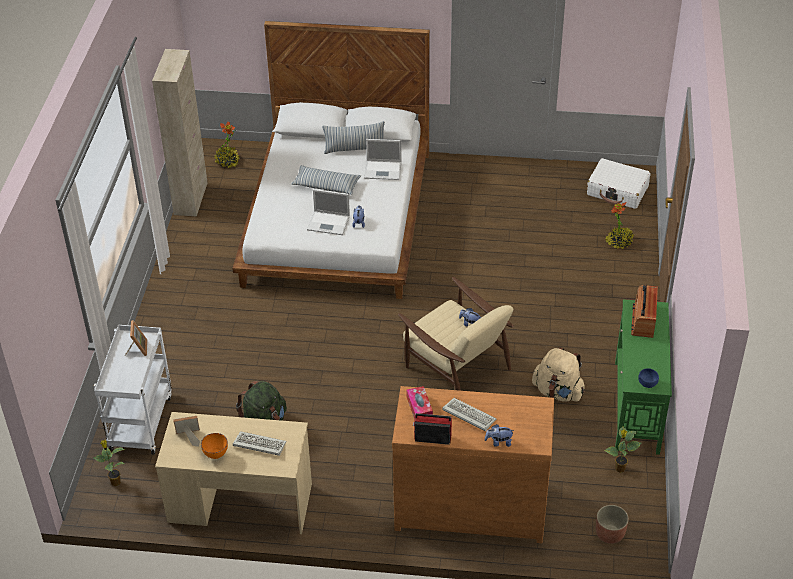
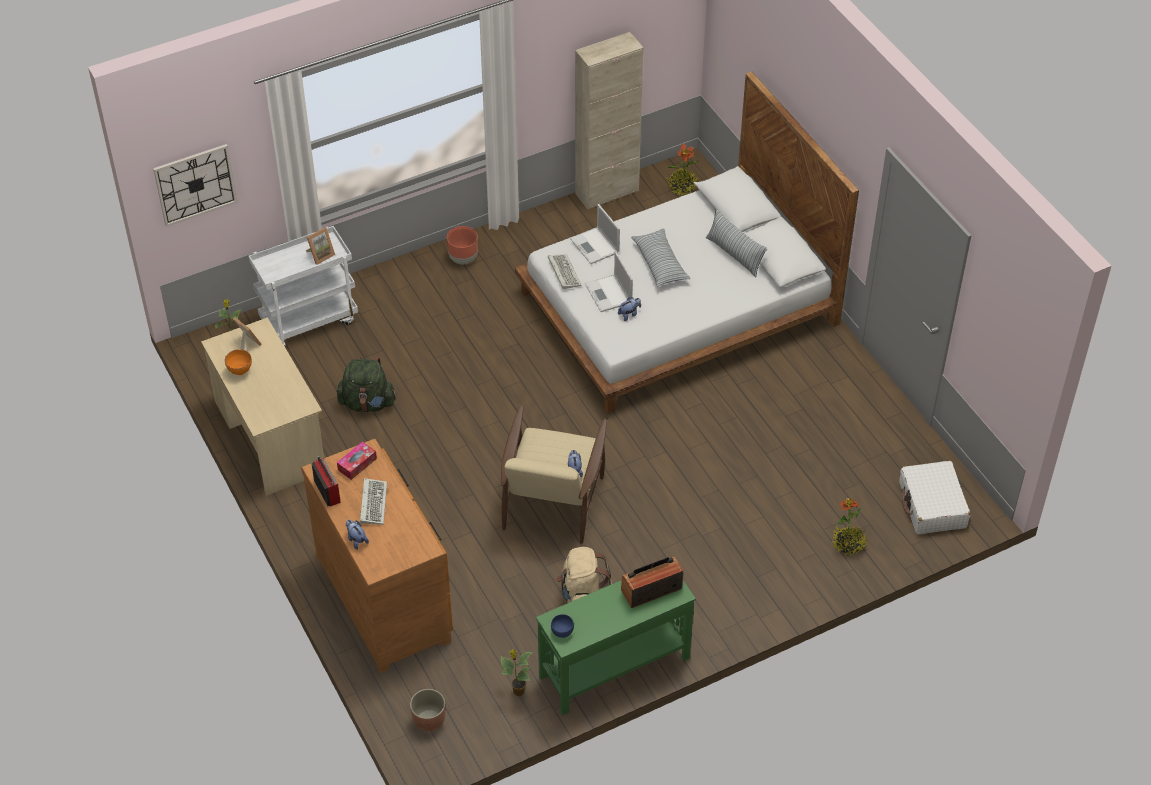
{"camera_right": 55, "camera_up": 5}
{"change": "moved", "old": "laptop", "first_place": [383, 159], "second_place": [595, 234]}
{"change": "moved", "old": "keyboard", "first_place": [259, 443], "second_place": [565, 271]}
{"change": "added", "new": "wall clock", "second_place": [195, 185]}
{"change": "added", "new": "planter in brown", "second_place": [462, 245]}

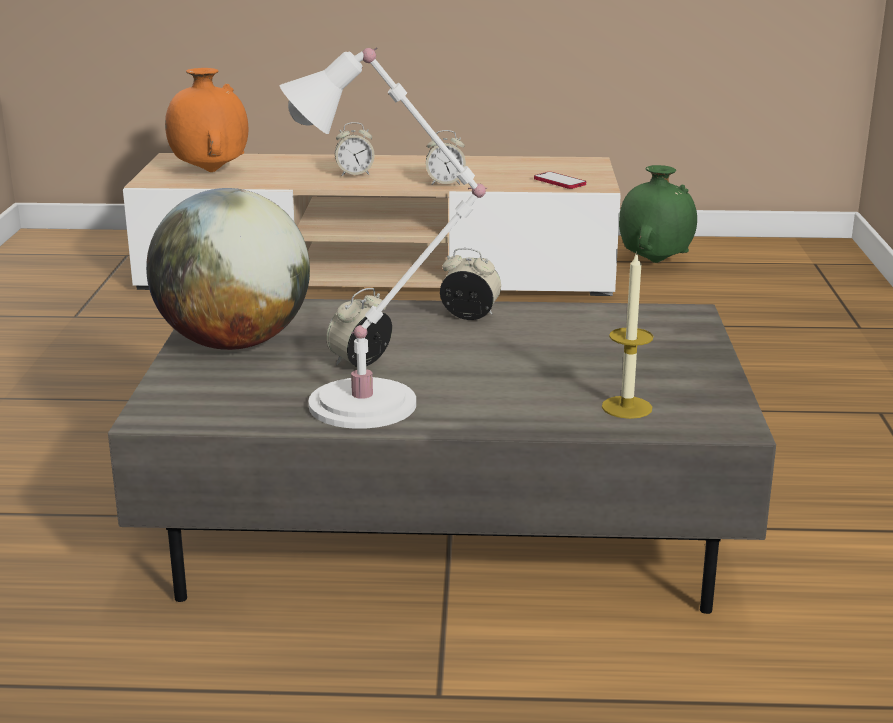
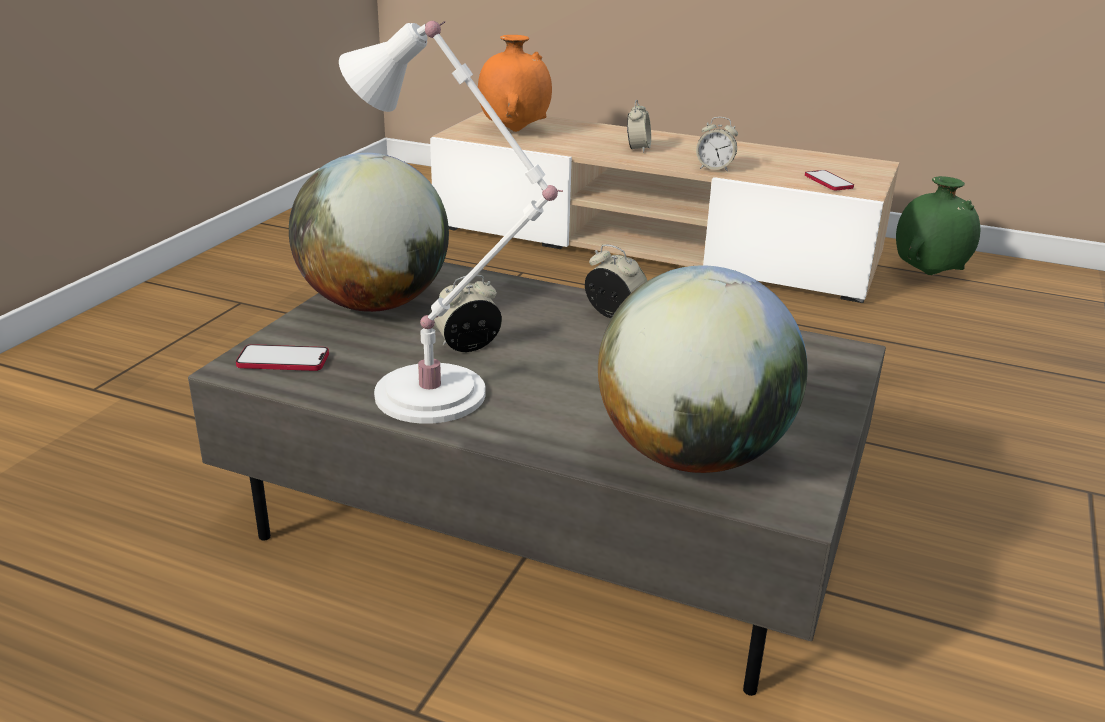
{"camera_right": 20, "camera_up": 5}
{"change": "turned", "old": "alarm clock", "first_place": [355, 149], "second_place": [639, 126], "degrees": -90}
{"change": "replaced", "old": "candle", "new": "globe", "first_place": [627, 335], "second_place": [702, 369]}
{"change": "added", "new": "phone", "second_place": [282, 357]}

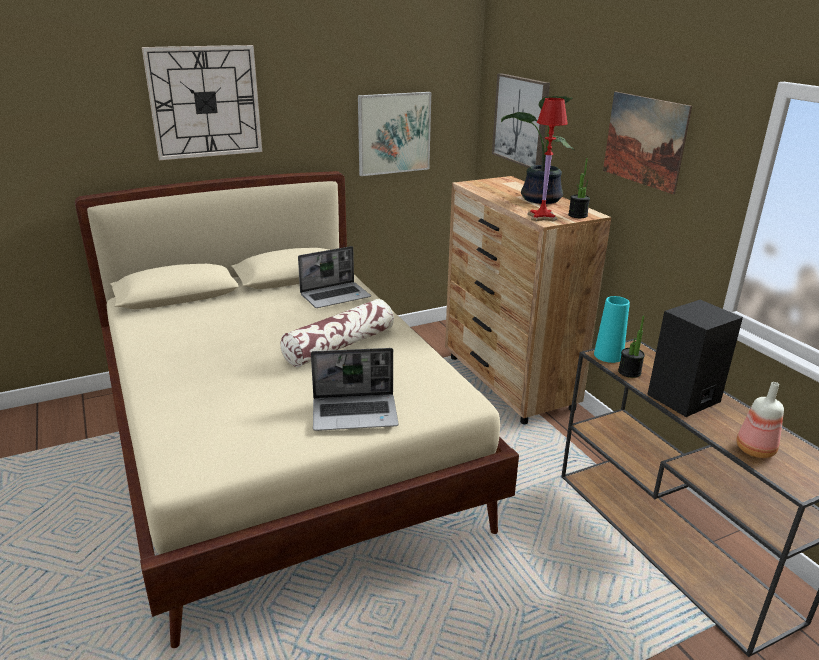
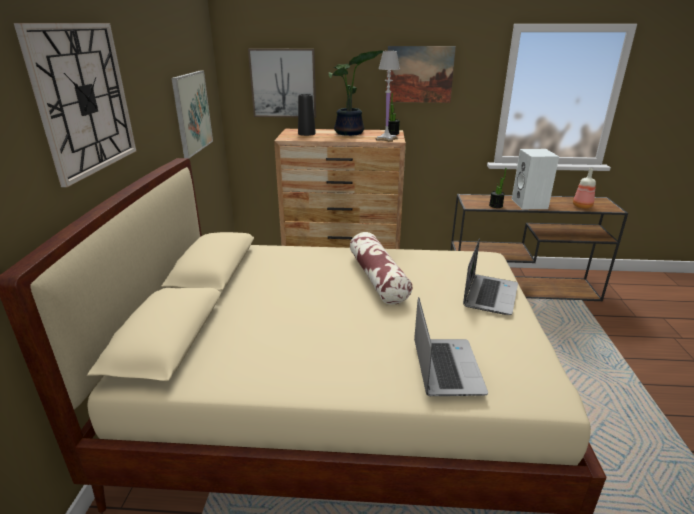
{"camera_right": -60, "camera_up": 0}
{"change": "recoloured", "old": "table lamp in red", "new": "table lamp in white", "first_place": [548, 160], "second_place": [387, 96]}
{"change": "moved", "old": "laptop", "first_place": [334, 277], "second_place": [451, 346]}
{"change": "removed", "old": "vase in turquoise", "first_place": [612, 329]}
{"change": "recoloured", "old": "speaker in black", "new": "speaker in white", "first_place": [695, 358], "second_place": [535, 179]}
{"change": "added", "new": "vase in black", "second_place": [307, 115]}

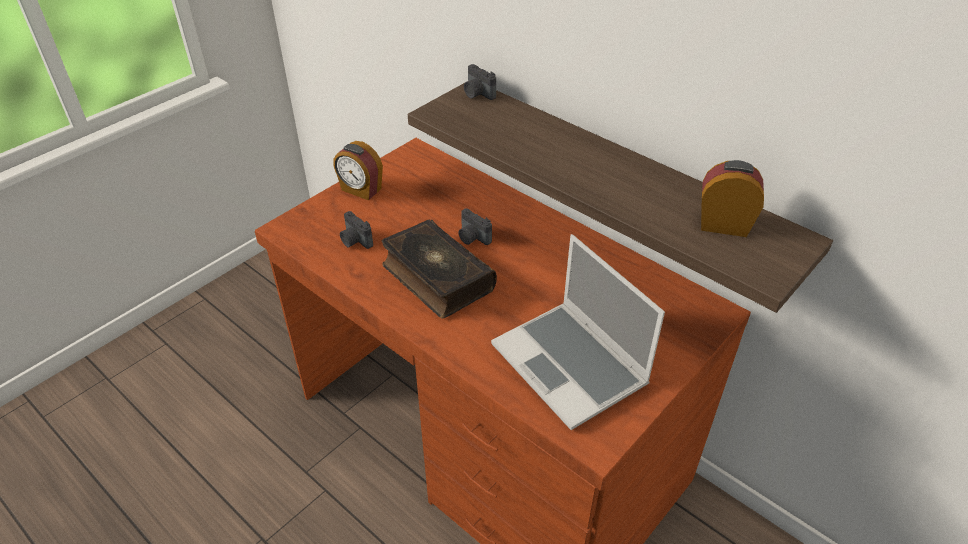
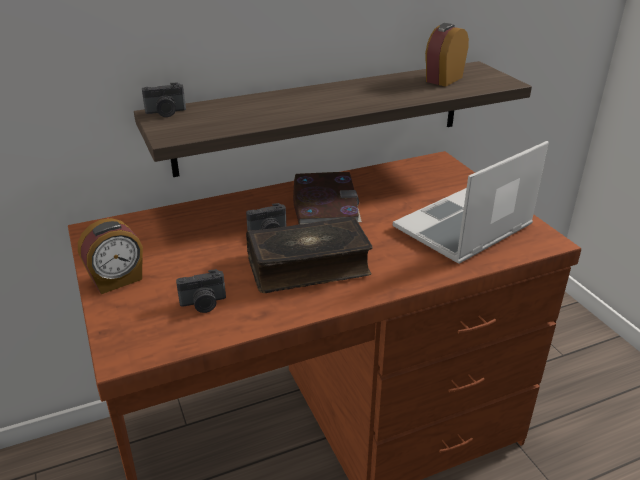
{"camera_right": -65, "camera_up": -10}
{"change": "turned", "old": "laptop", "first_place": [578, 332], "second_place": [471, 202], "degrees": 150}
{"change": "added", "new": "book", "second_place": [327, 198]}

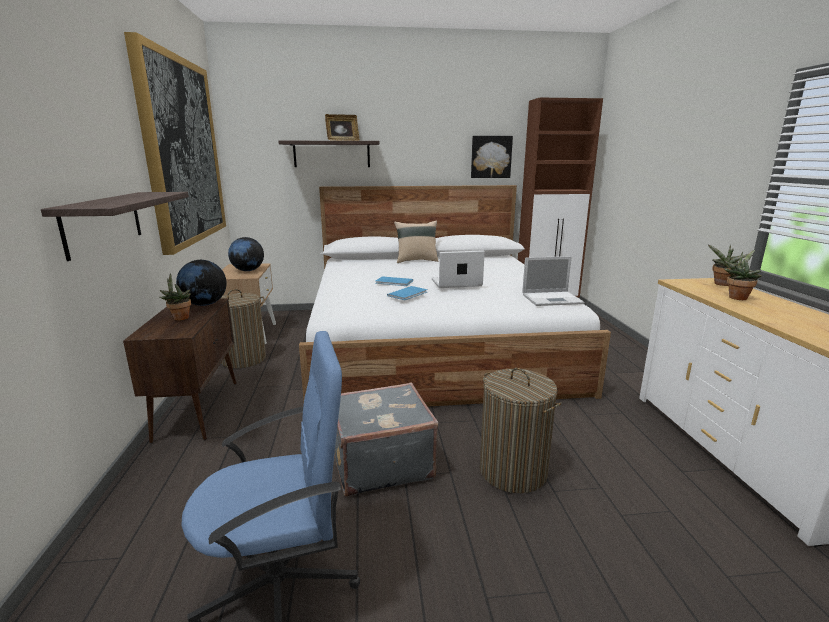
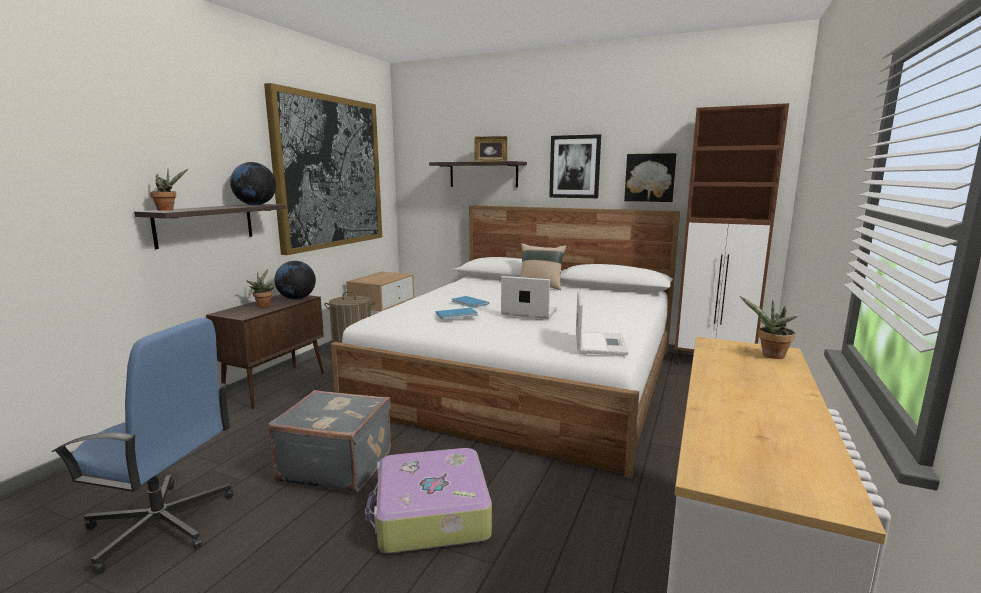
{"camera_right": 30, "camera_up": -5}
{"change": "moved", "old": "globe", "first_place": [246, 254], "second_place": [253, 183]}
{"change": "moved", "old": "potted plant", "first_place": [742, 275], "second_place": [169, 190]}
{"change": "turned", "old": "laptop", "first_place": [553, 281], "second_place": [602, 323], "degrees": -105}
{"change": "replaced", "old": "laundry basket", "new": "suitcase", "first_place": [521, 430], "second_place": [428, 500]}
{"change": "added", "new": "picture", "second_place": [575, 166]}

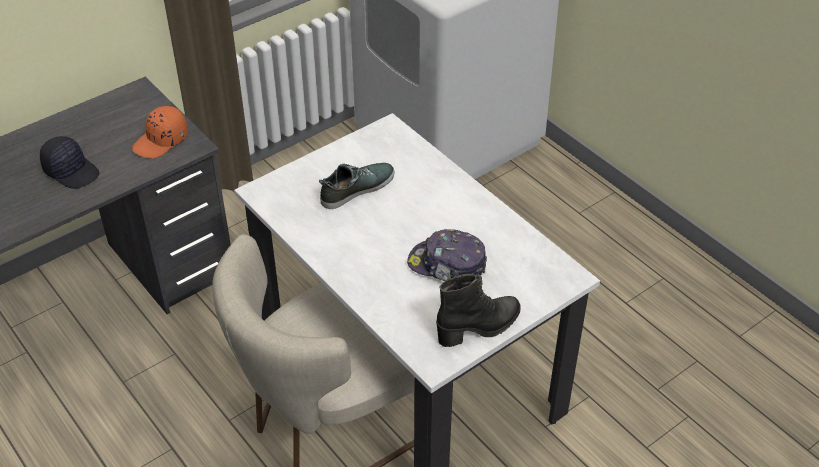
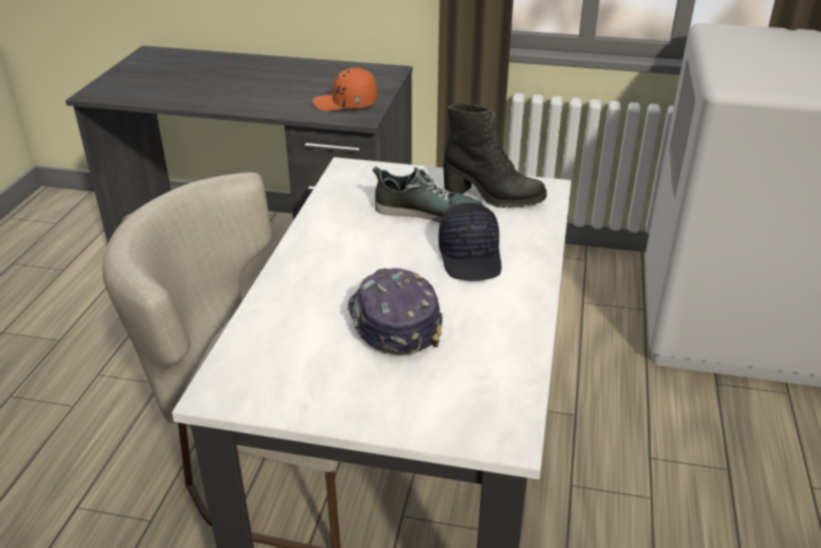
{"camera_right": 50, "camera_up": -10}
{"change": "moved", "old": "cap in black", "first_place": [69, 162], "second_place": [470, 242]}
{"change": "moved", "old": "boot in black", "first_place": [478, 310], "second_place": [495, 156]}

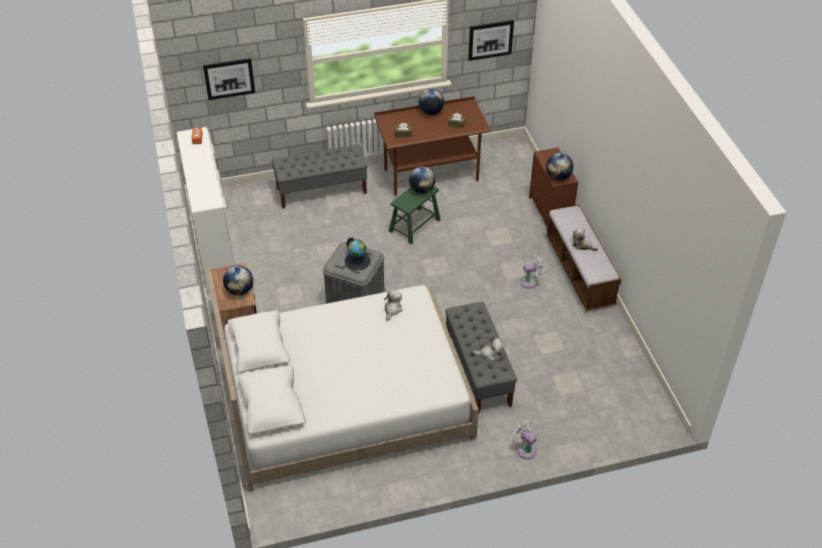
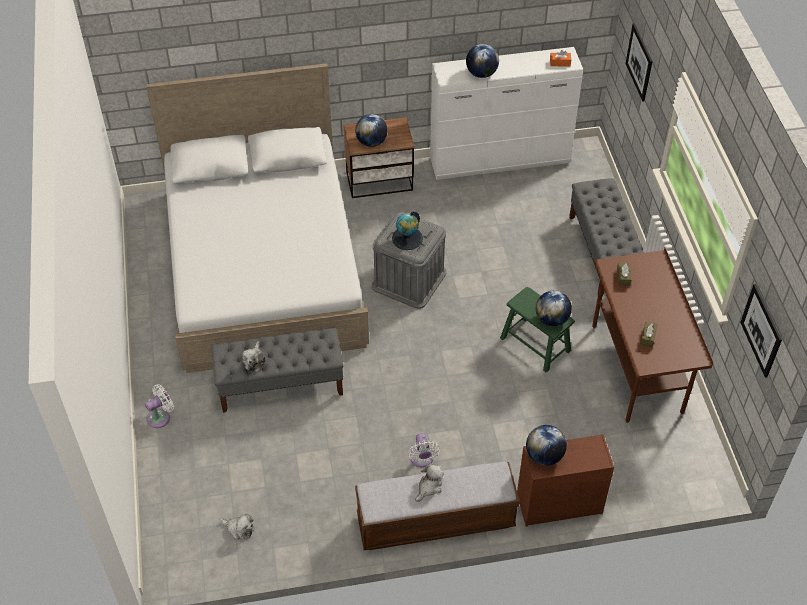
{"camera_right": 95, "camera_up": 5}
{"change": "moved", "old": "globe", "first_place": [431, 102], "second_place": [482, 61]}
{"change": "moved", "old": "plush toy", "first_place": [393, 305], "second_place": [237, 527]}

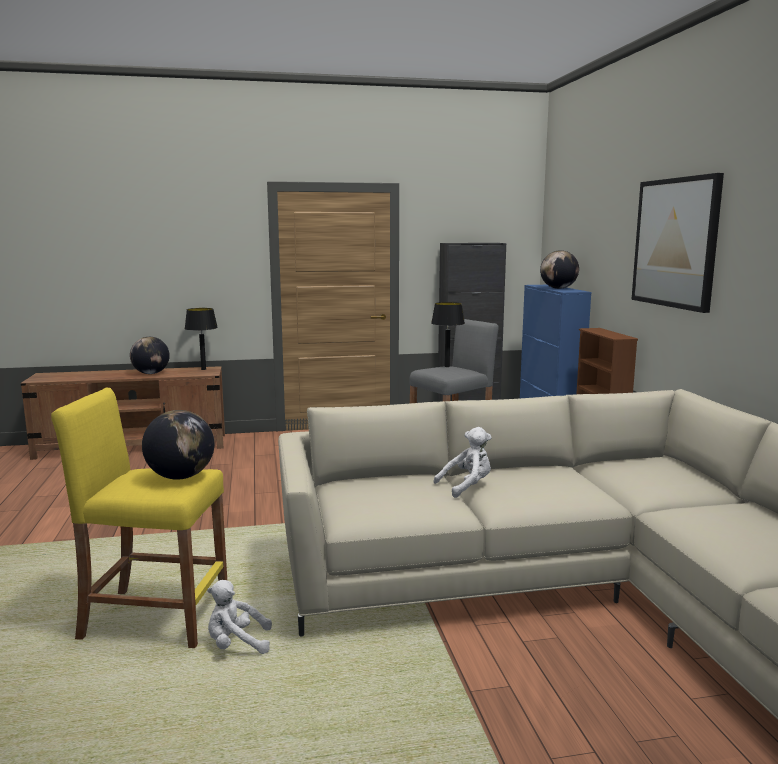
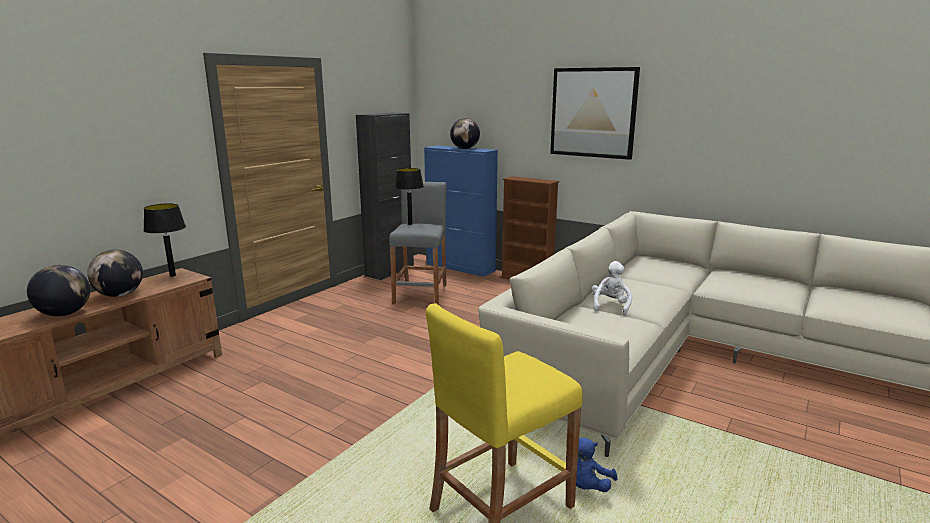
{"camera_right": -45, "camera_up": 5}
{"change": "moved", "old": "globe", "first_place": [178, 445], "second_place": [58, 290]}
{"change": "recoloured", "old": "plush toy in white", "new": "plush toy in blue", "first_place": [239, 617], "second_place": [596, 465]}

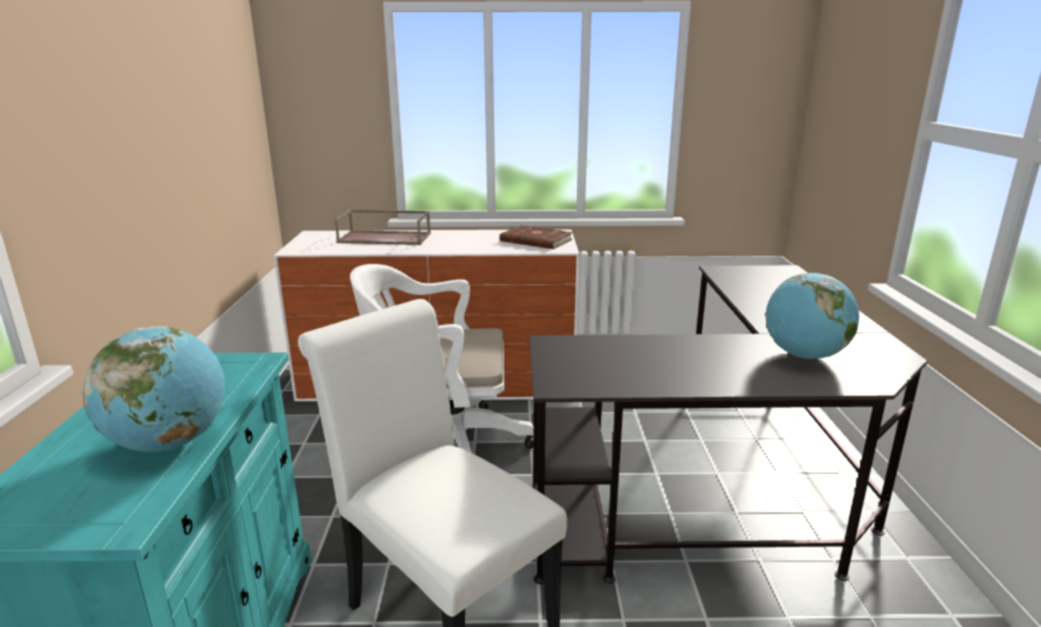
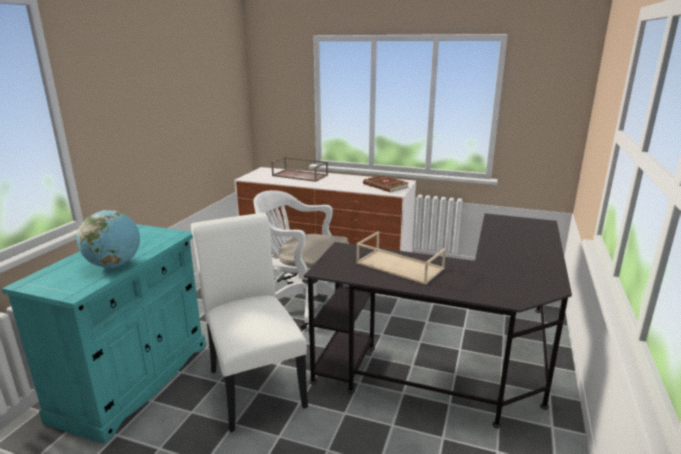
{"camera_right": 20, "camera_up": 0}
{"change": "removed", "old": "globe", "first_place": [812, 316]}
{"change": "added", "new": "tray in beige", "second_place": [401, 258]}

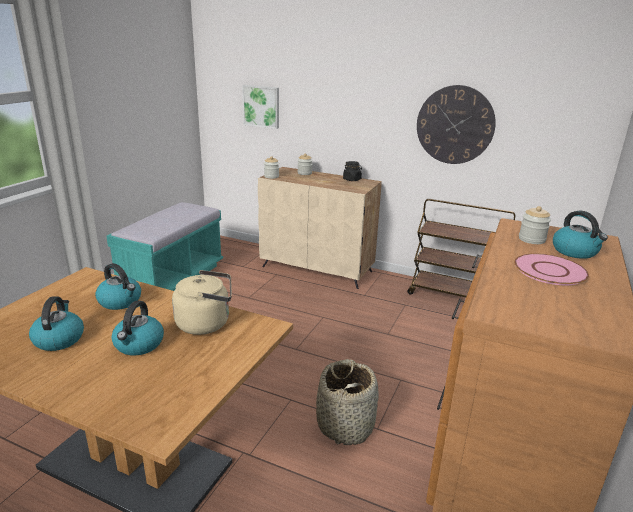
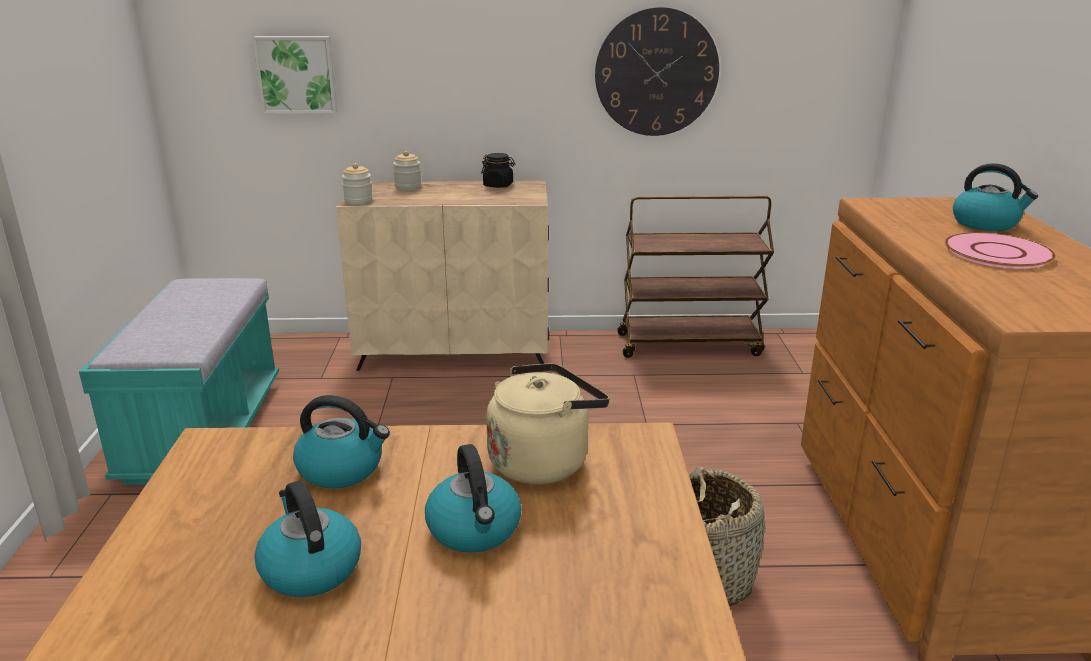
{"camera_right": -25, "camera_up": 0}
{"change": "removed", "old": "jar", "first_place": [535, 225]}

